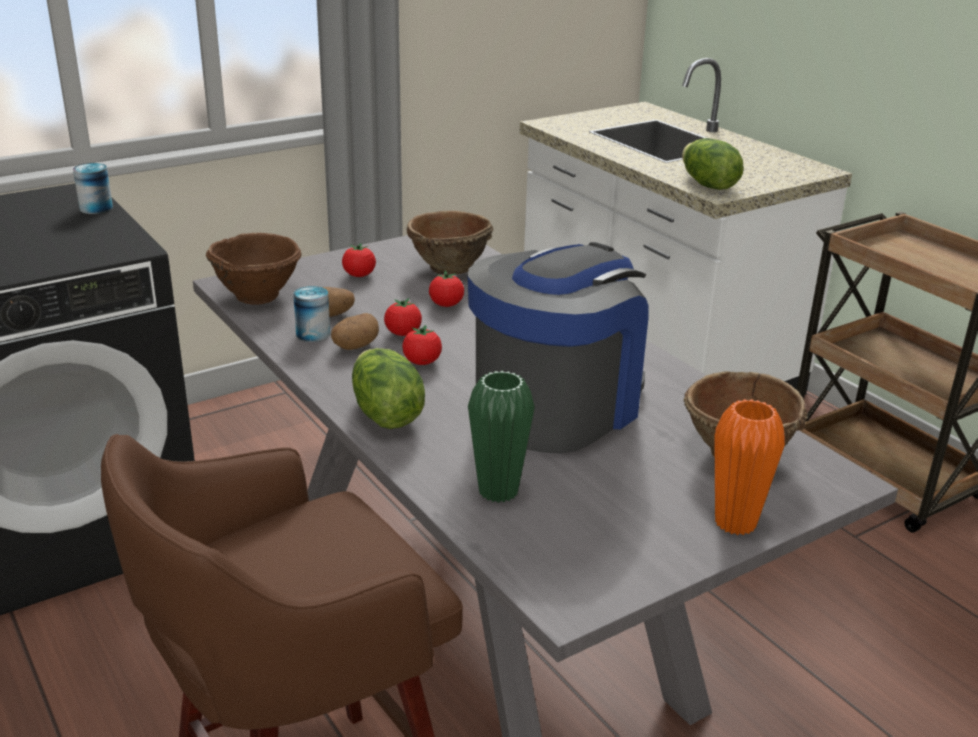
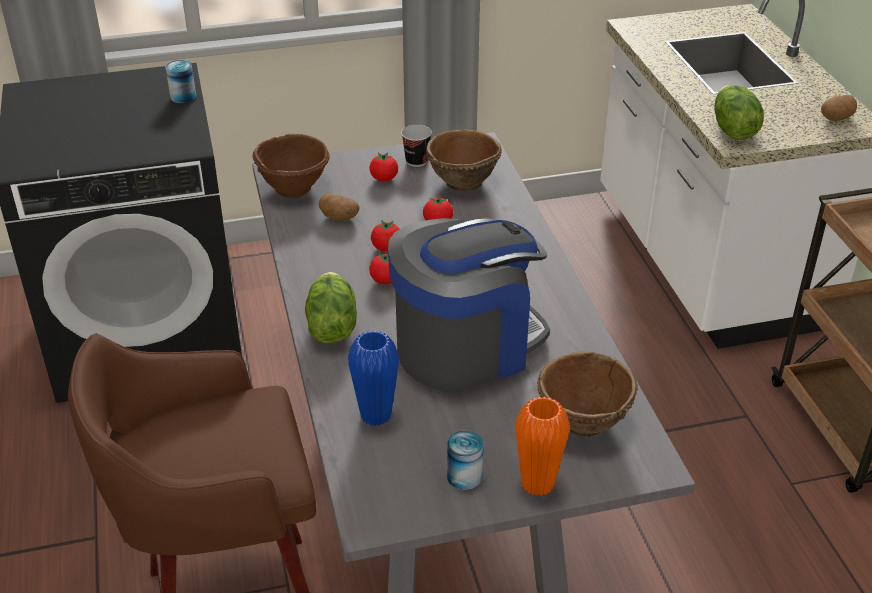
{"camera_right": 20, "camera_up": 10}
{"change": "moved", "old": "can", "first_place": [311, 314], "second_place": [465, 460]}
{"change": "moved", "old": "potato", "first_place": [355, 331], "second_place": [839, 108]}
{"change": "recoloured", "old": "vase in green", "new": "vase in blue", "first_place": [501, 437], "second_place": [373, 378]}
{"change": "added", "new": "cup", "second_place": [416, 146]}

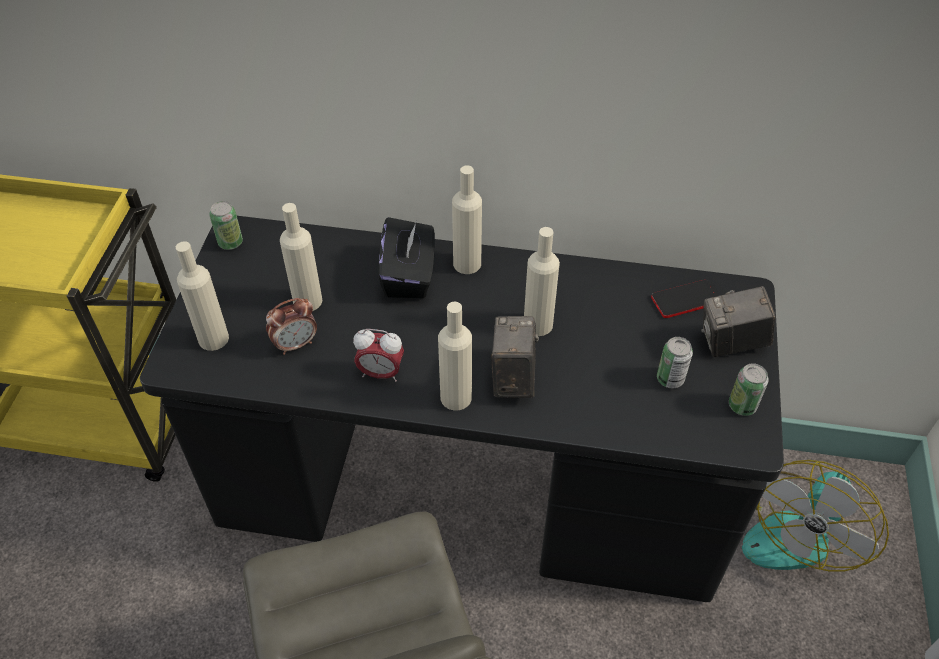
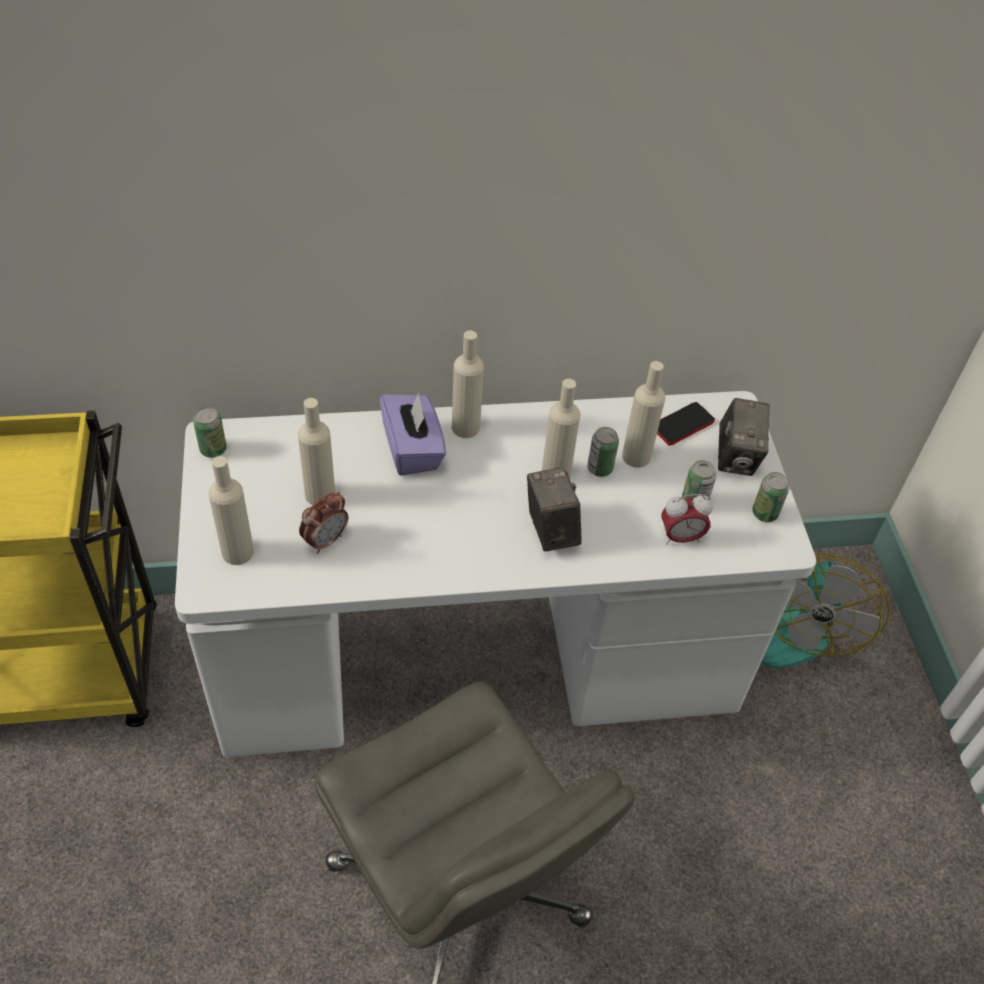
{"camera_right": -20, "camera_up": 0}
{"change": "recoloured", "old": "desk in black", "new": "desk in white", "first_place": [462, 409], "second_place": [496, 574]}
{"change": "recoloured", "old": "tissue box in black", "new": "tissue box in purple", "first_place": [406, 257], "second_place": [412, 434]}
{"change": "turned", "old": "photo camera", "first_place": [738, 321], "second_place": [744, 437], "degrees": -60}
{"change": "moved", "old": "bottle in beige", "first_place": [455, 356], "second_place": [643, 414]}
{"change": "moved", "old": "alarm clock", "first_place": [378, 355], "second_place": [687, 519]}
{"change": "added", "new": "can", "second_place": [603, 452]}

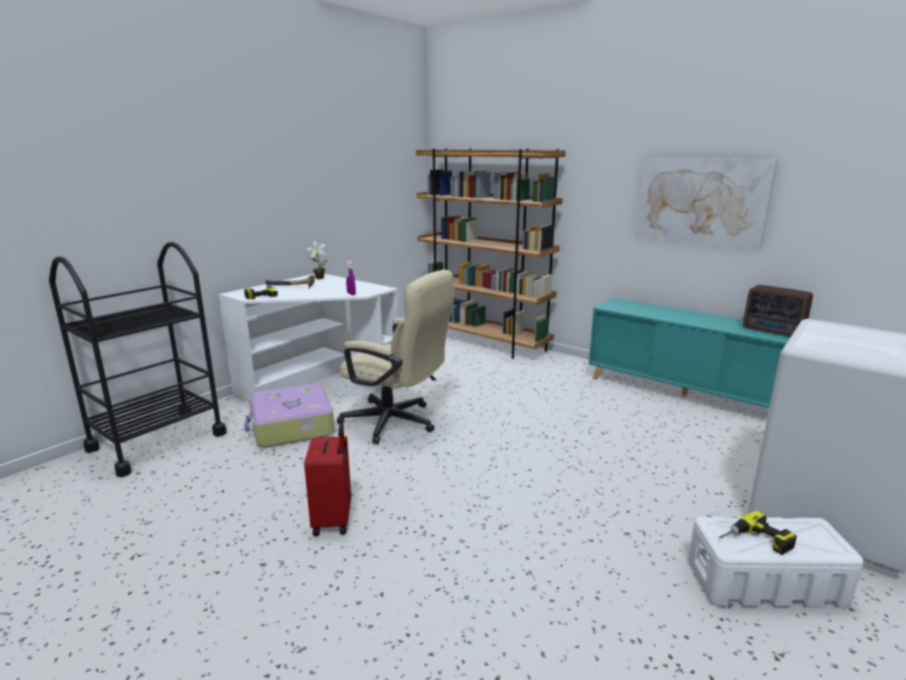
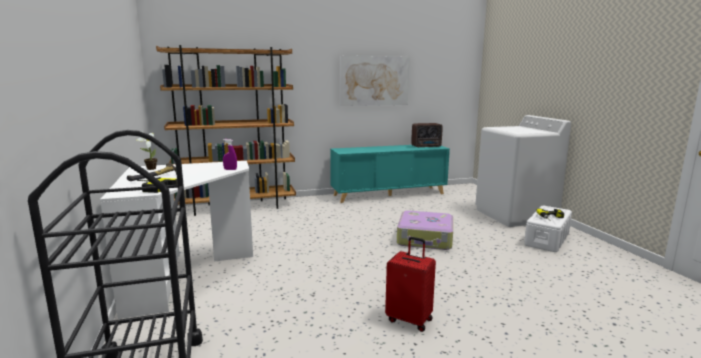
{"camera_right": -55, "camera_up": -5}
{"change": "removed", "old": "office chair in beige", "first_place": [395, 357]}
{"change": "moved", "old": "suitcase", "first_place": [289, 416], "second_place": [425, 230]}

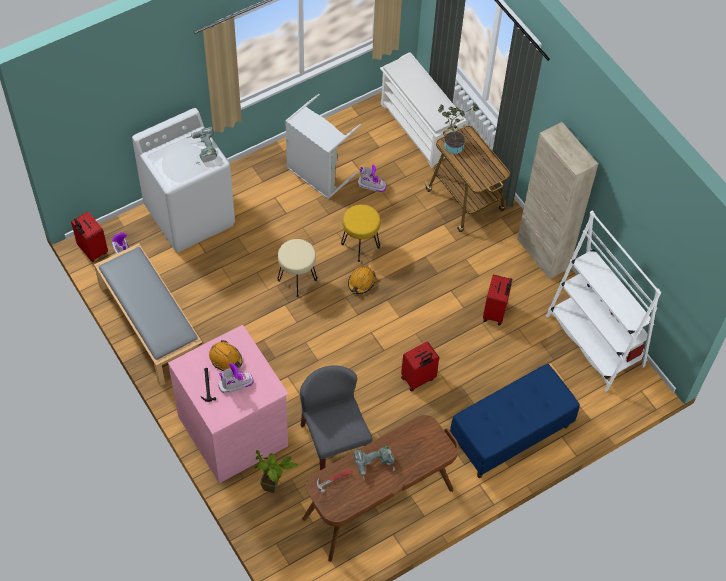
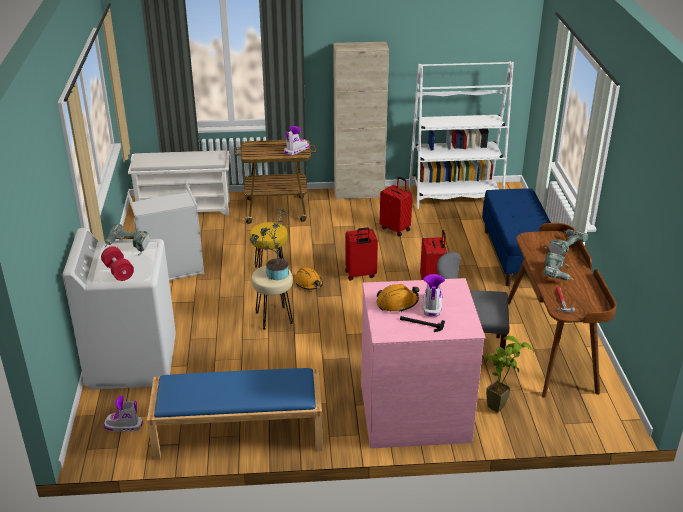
{"camera_right": -60, "camera_up": -25}
{"change": "moved", "old": "potted plant", "first_place": [458, 128], "second_place": [270, 244]}
{"change": "moved", "old": "boot", "first_place": [372, 178], "second_place": [297, 140]}
{"change": "moved", "old": "suitcase in red", "first_place": [89, 237], "second_place": [361, 254]}
{"change": "recoloured", "old": "bench in grey", "new": "bench in blue", "first_place": [148, 314], "second_place": [235, 414]}
{"change": "added", "new": "power drill", "second_place": [566, 242]}
{"change": "added", "new": "dumbbell in red", "second_place": [117, 263]}

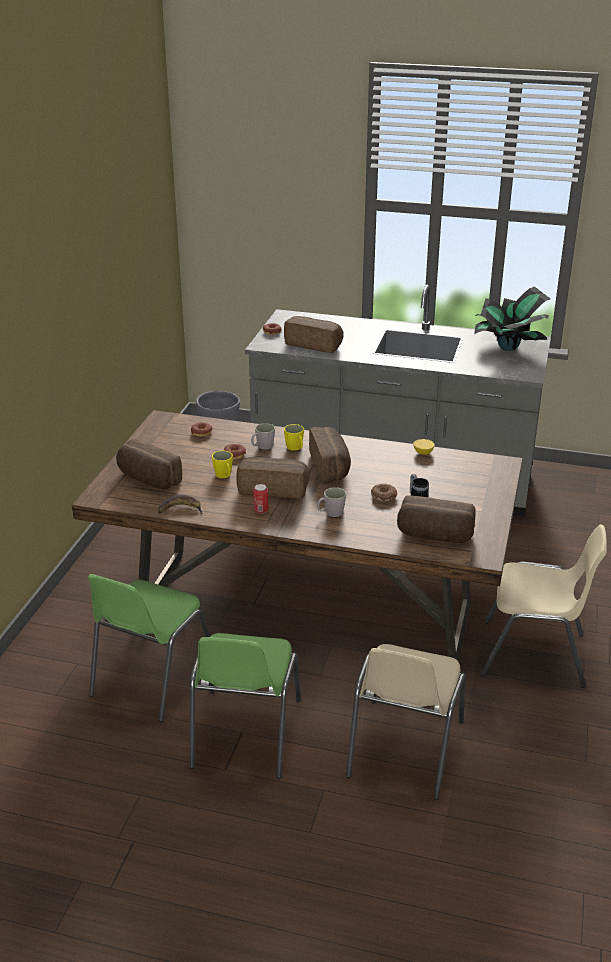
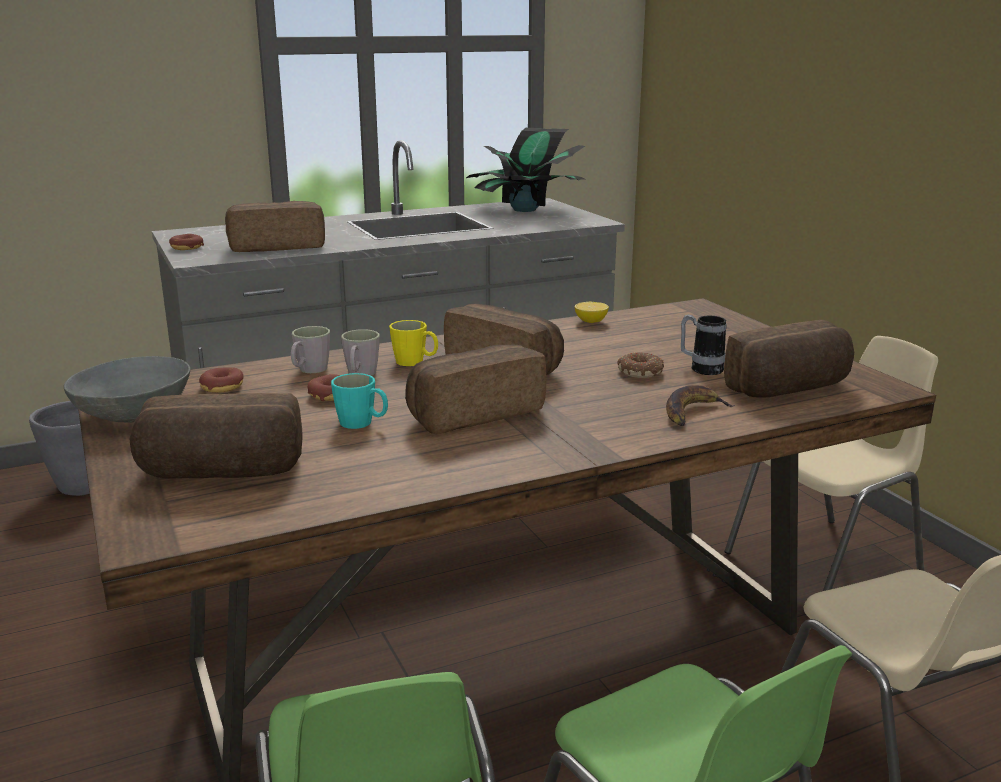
{"camera_right": -40, "camera_up": -10}
{"change": "recoloured", "old": "mug in yellow", "new": "mug in turquoise", "first_place": [222, 464], "second_place": [359, 401]}
{"change": "removed", "old": "can", "first_place": [261, 499]}
{"change": "moved", "old": "mug in grey", "first_place": [331, 502], "second_place": [310, 349]}
{"change": "moved", "old": "banana", "first_place": [180, 504], "second_place": [700, 405]}
{"change": "added", "new": "bowl in grey", "second_place": [127, 389]}

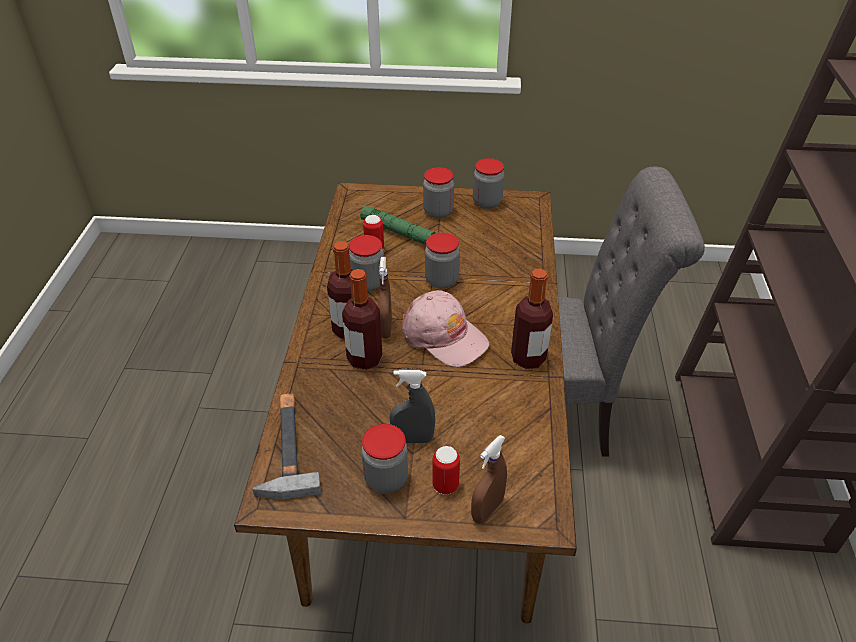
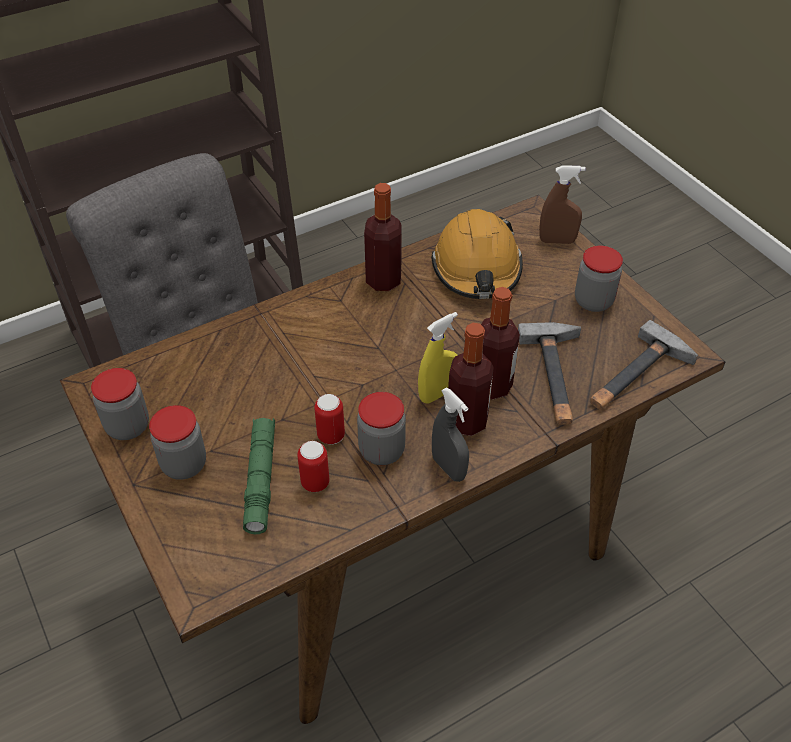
{"camera_right": -125, "camera_up": 5}
{"change": "removed", "old": "jar", "first_place": [442, 261]}
{"change": "recoloured", "old": "spray bottle in brown", "new": "spray bottle in yellow", "first_place": [385, 297], "second_place": [438, 357]}
{"change": "removed", "old": "cap in pink", "first_place": [445, 328]}
{"change": "moved", "old": "spray bottle in grey", "first_place": [412, 406], "second_place": [450, 435]}
{"change": "moved", "old": "can", "first_place": [446, 470], "second_place": [329, 419]}
{"change": "added", "new": "hard hat in orange", "second_place": [477, 254]}
{"change": "added", "new": "hammer", "second_place": [549, 373]}

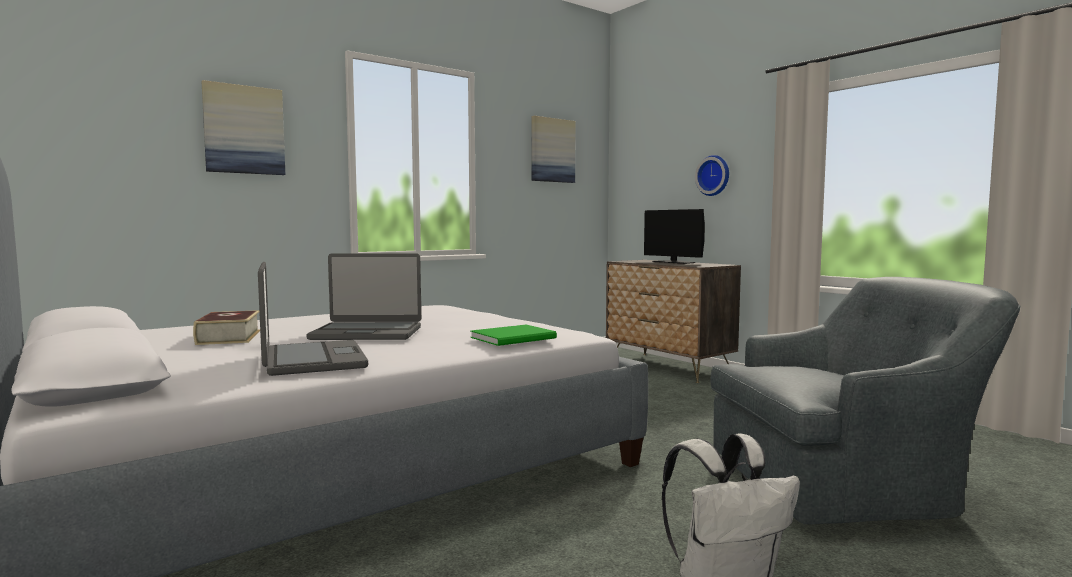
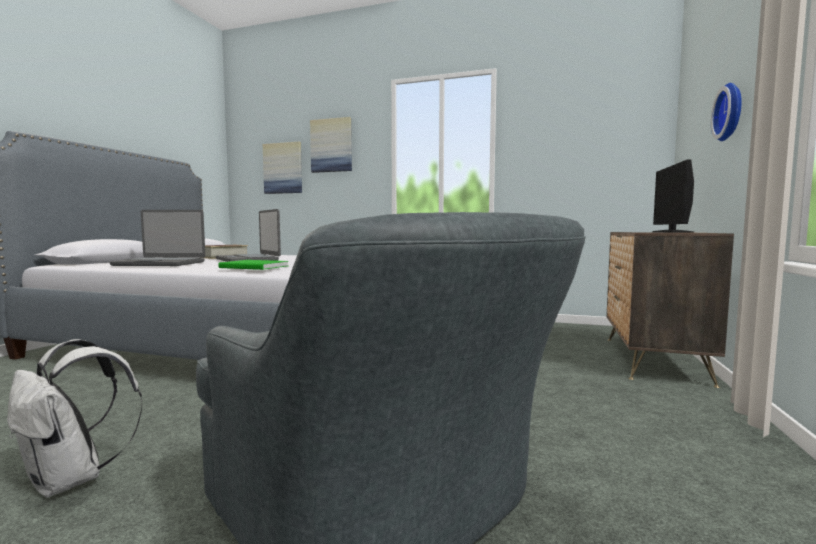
{"camera_right": 55, "camera_up": 0}
{"change": "moved", "old": "picture", "first_place": [554, 149], "second_place": [282, 168]}
{"change": "turned", "old": "laptop", "first_place": [313, 319], "second_place": [157, 238], "degrees": 60}

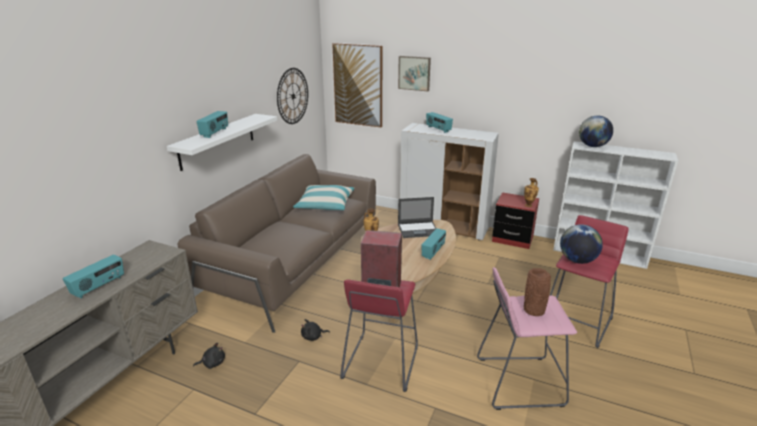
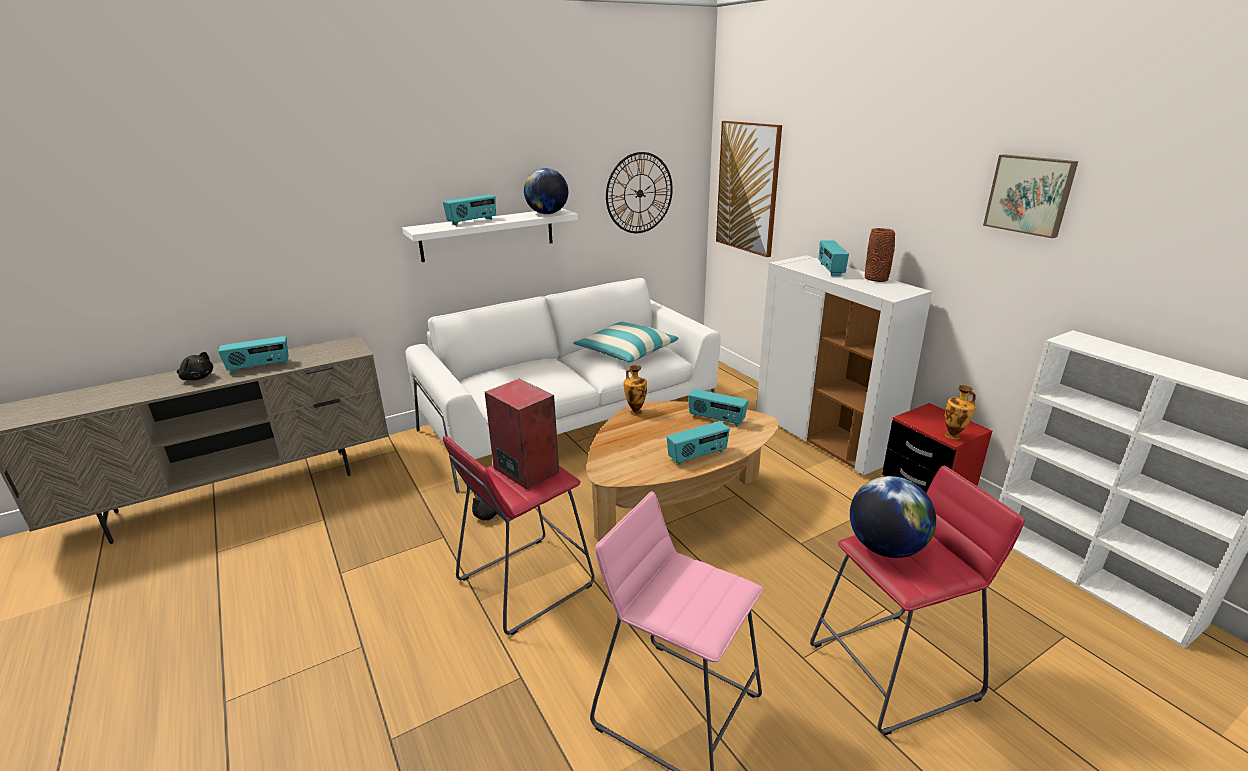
{"camera_right": 35, "camera_up": 0}
{"change": "moved", "old": "picture", "first_place": [414, 73], "second_place": [1030, 196]}
{"change": "moved", "old": "globe", "first_place": [596, 131], "second_place": [546, 191]}
{"change": "recoloured", "old": "sofa in brown", "new": "sofa in white", "first_place": [277, 243], "second_place": [562, 386]}
{"change": "replaced", "old": "laptop", "new": "radio", "first_place": [417, 217], "second_place": [718, 408]}
{"change": "moved", "old": "vase in brown", "first_place": [537, 292], "second_place": [880, 255]}
{"change": "moved", "old": "plush toy in black", "first_place": [209, 356], "second_place": [195, 366]}

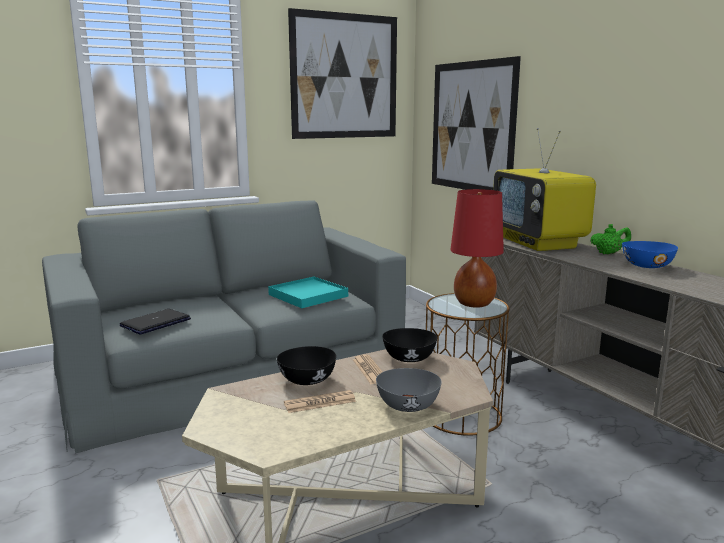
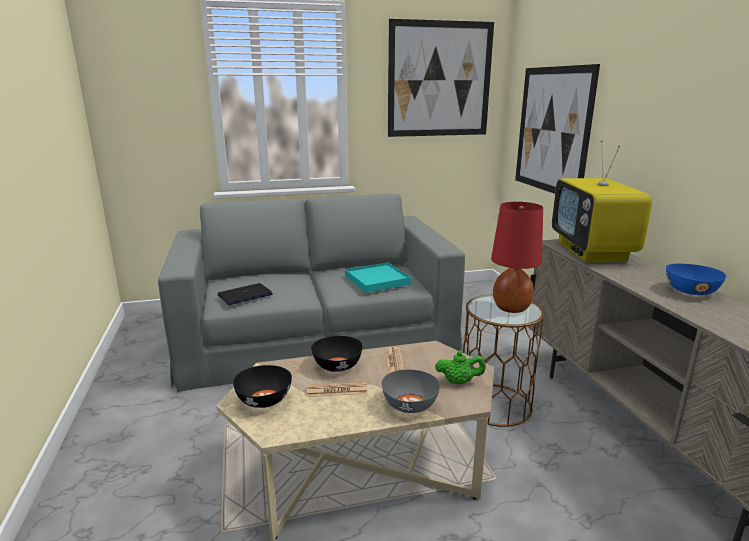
{"camera_right": 15, "camera_up": 5}
{"change": "moved", "old": "teapot in green", "first_place": [610, 239], "second_place": [460, 367]}
{"change": "moved", "old": "bowl in black", "first_place": [409, 345], "second_place": [262, 386]}

